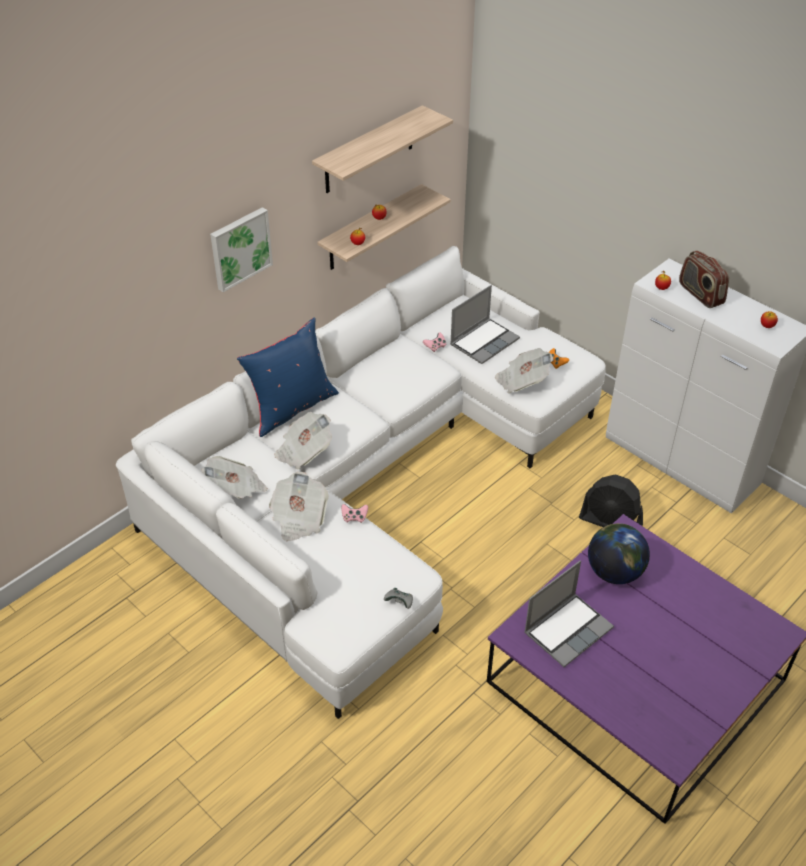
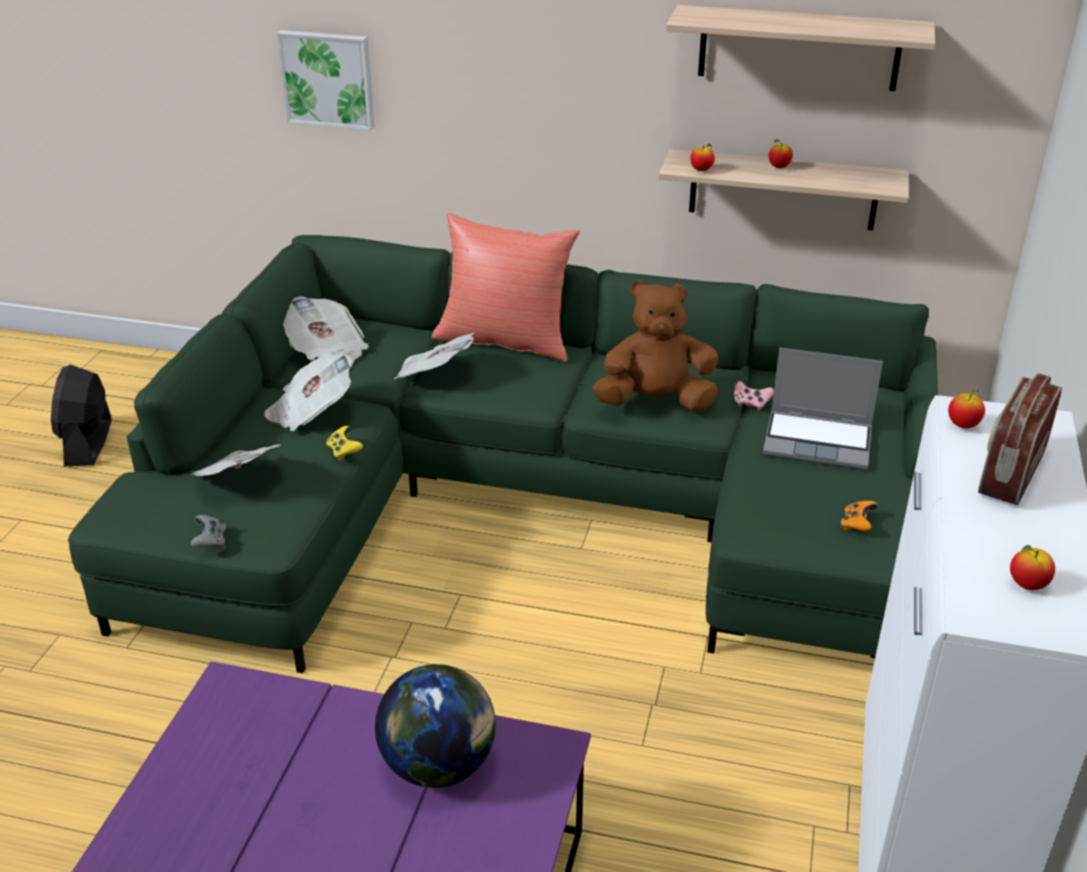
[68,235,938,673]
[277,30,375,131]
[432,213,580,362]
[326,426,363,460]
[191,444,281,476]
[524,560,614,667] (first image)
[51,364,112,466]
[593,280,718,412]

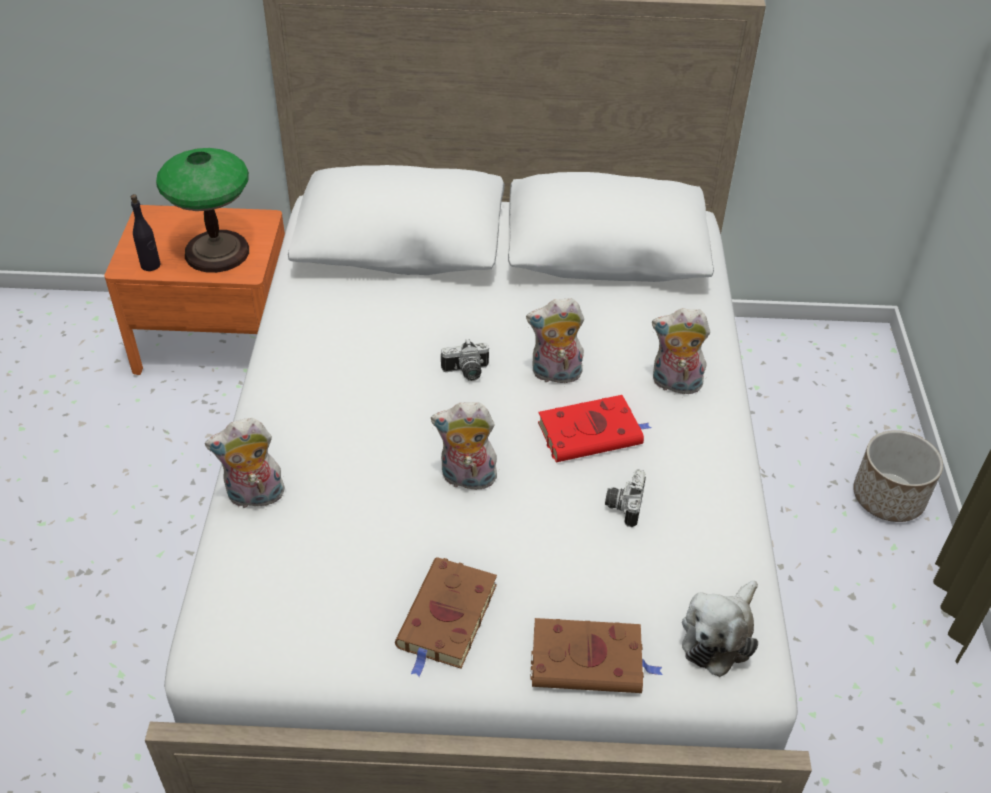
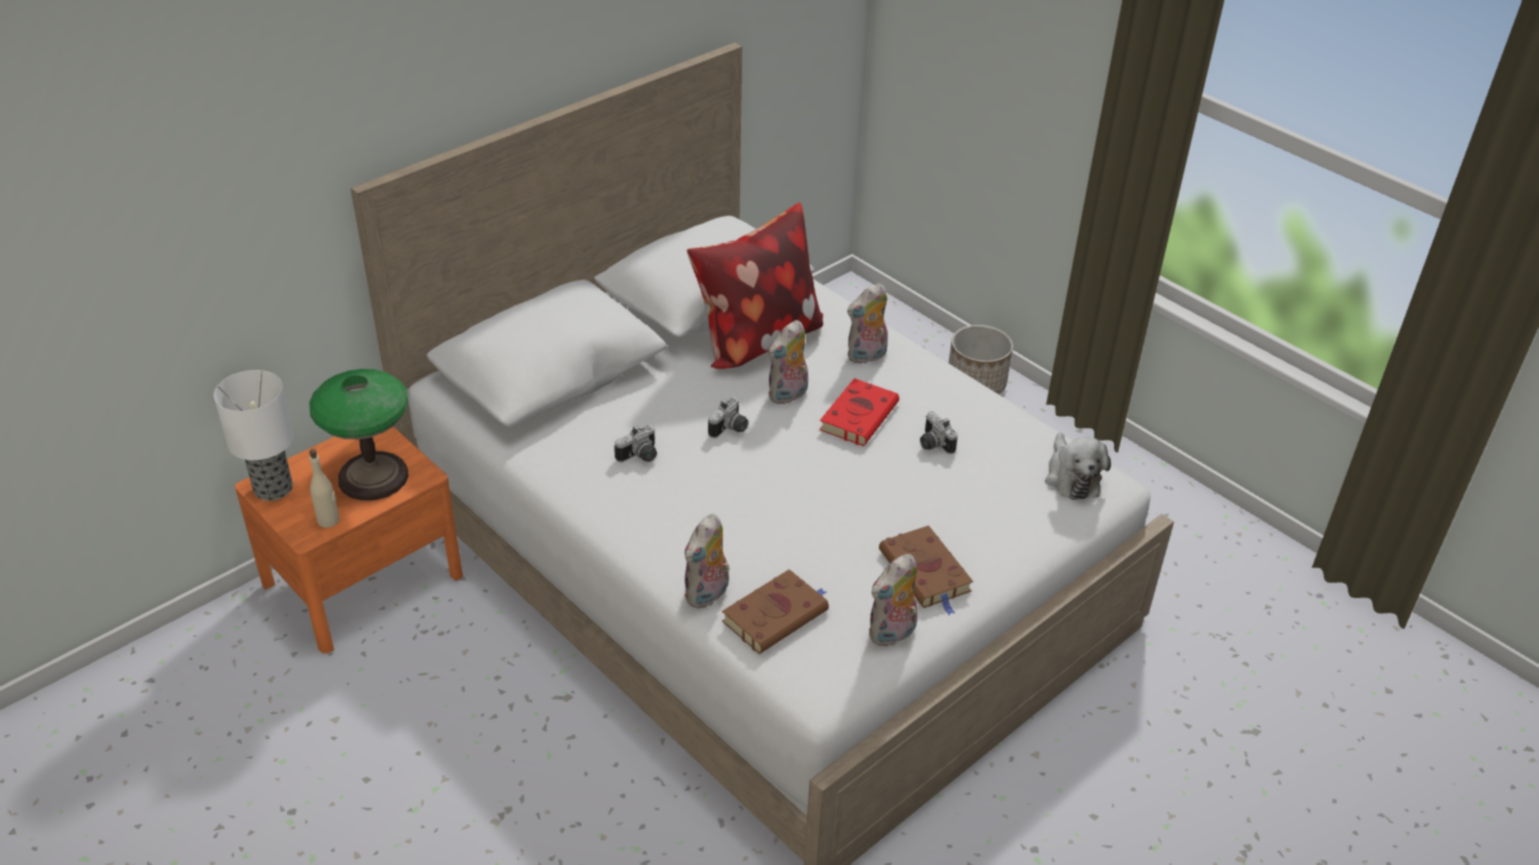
[309,449,339,528]
[869,554,918,646]
[722,569,829,654]
[214,370,294,501]
[614,425,657,462]
[687,202,823,369]

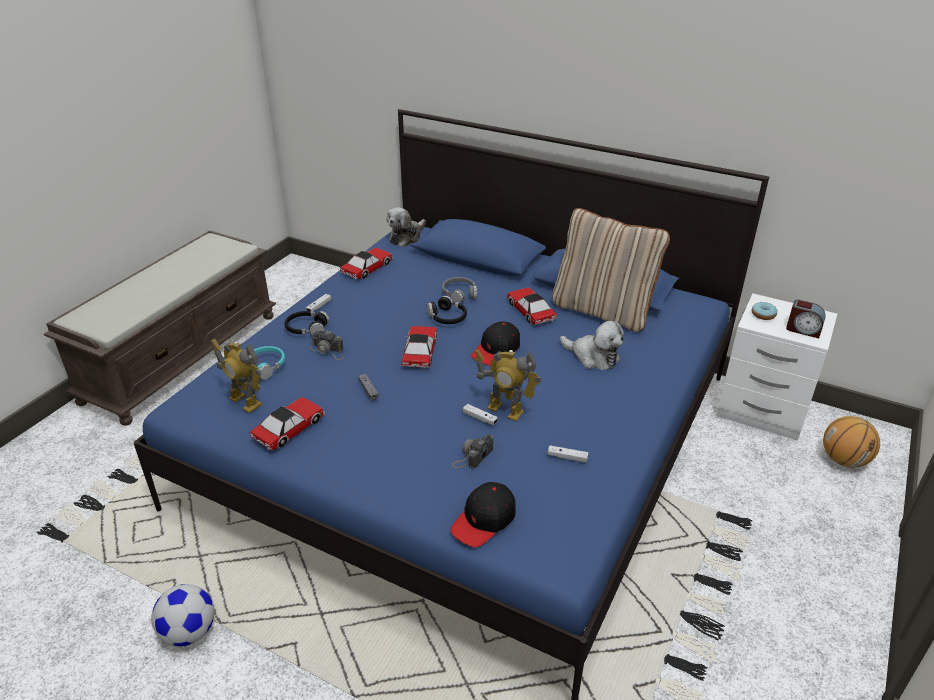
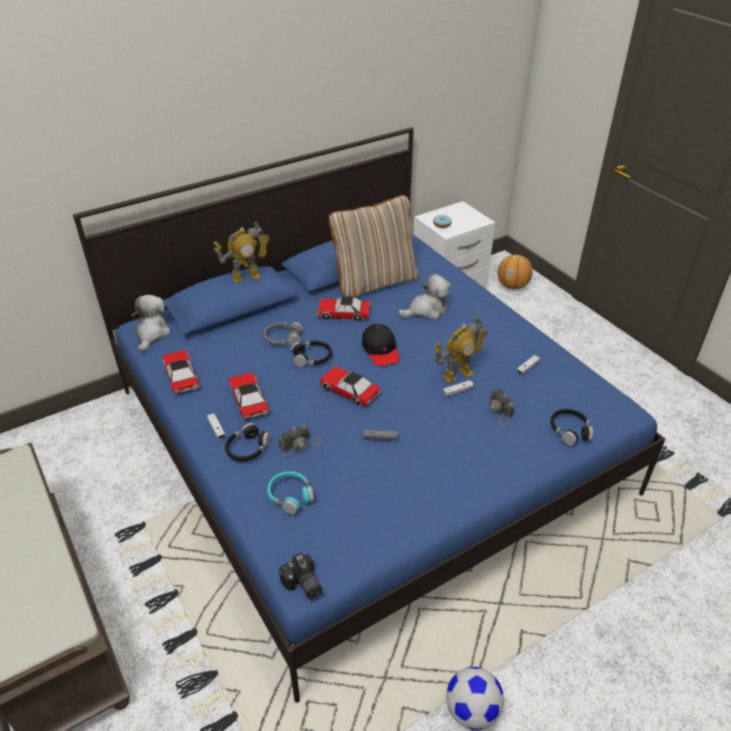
[213,221,270,283]
[229,372,270,420]
[131,295,171,352]
[550,409,593,446]
[786,300,826,338] (first image)
[279,552,322,599]

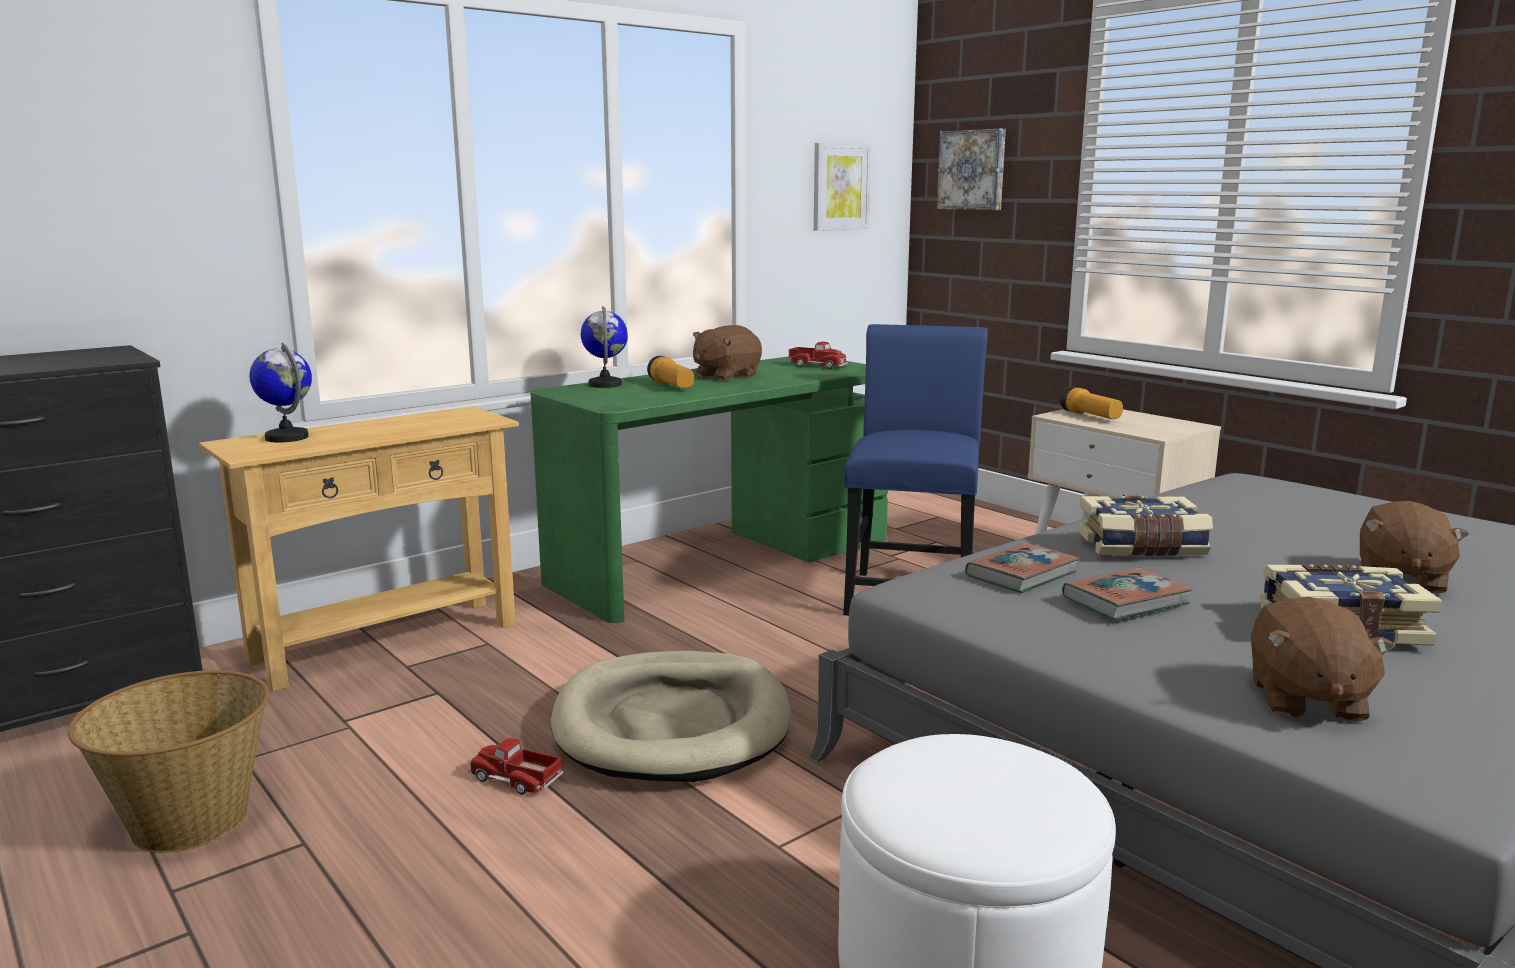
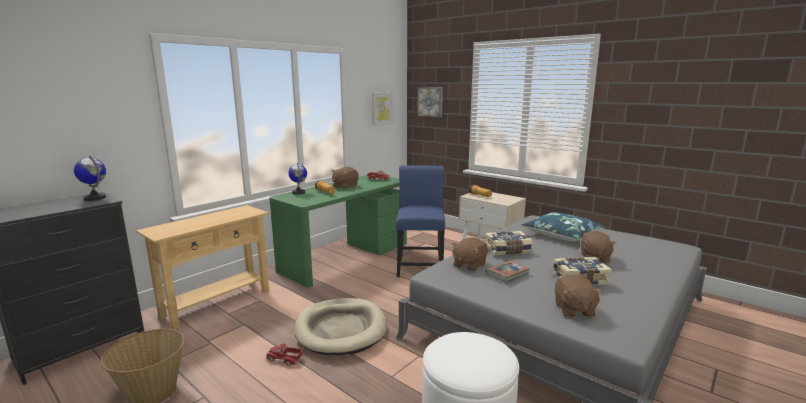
[74,155,106,201]
[452,237,488,271]
[521,212,605,242]

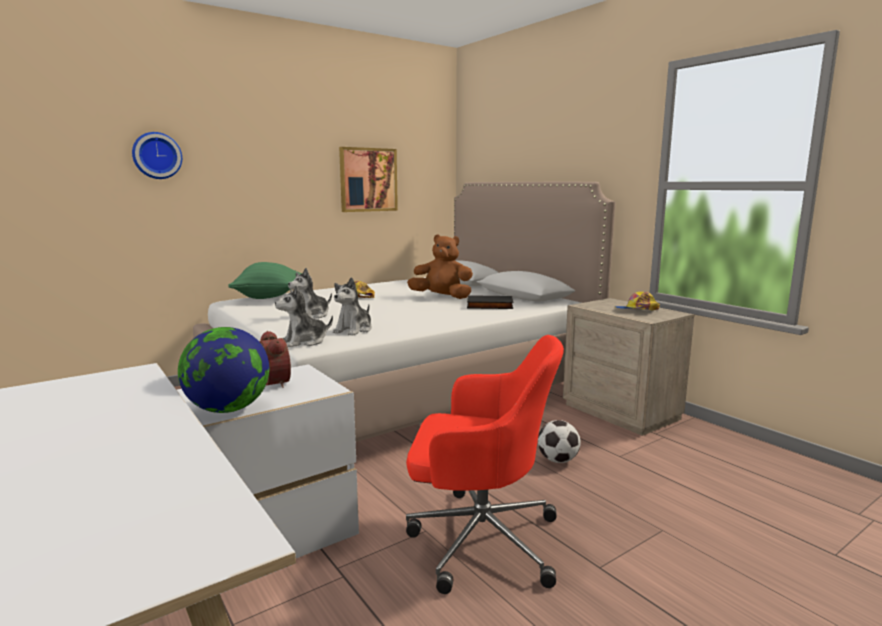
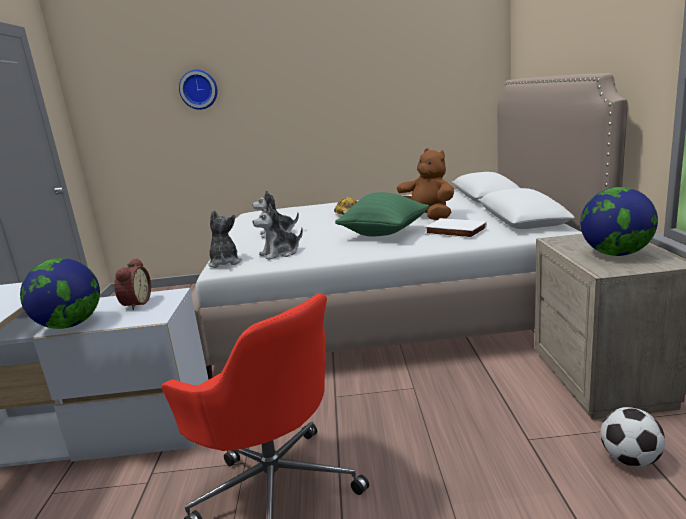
[335,192,429,237]
[208,210,242,268]
[339,147,398,212] (first image)
[425,218,487,238]
[601,407,665,467]
[580,187,658,256]

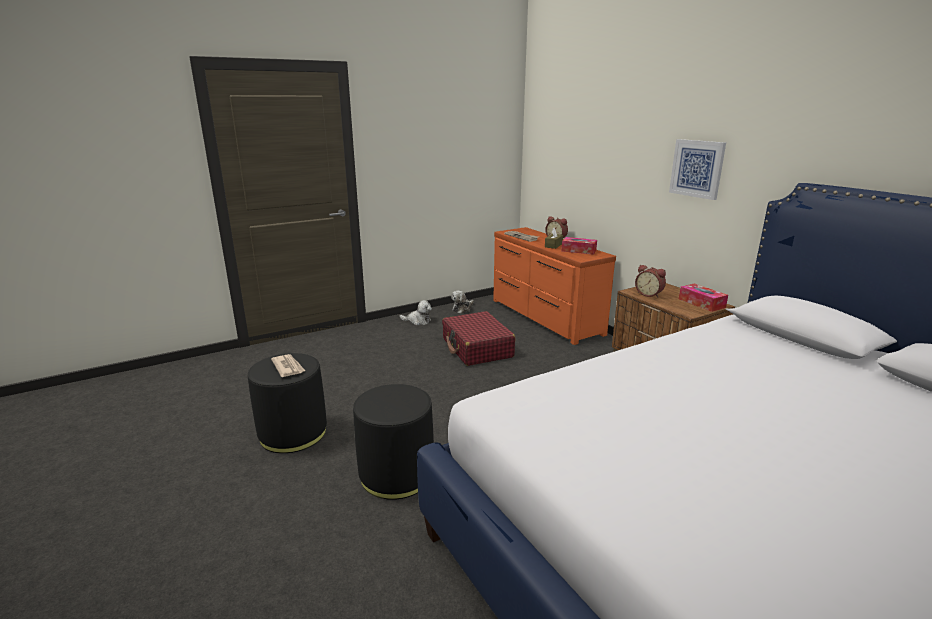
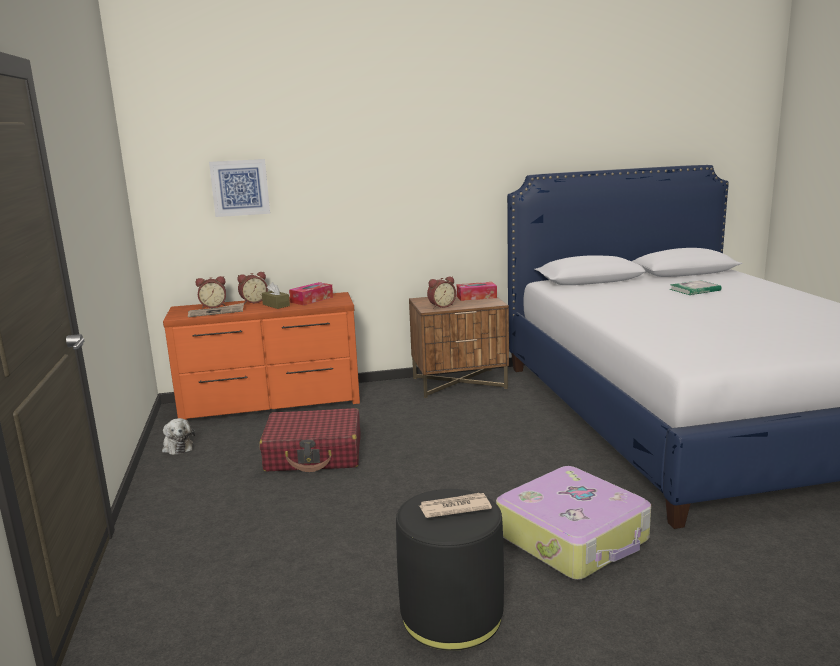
[496,466,651,580]
[400,300,432,325] (first image)
[209,159,270,217]
[196,276,226,308]
[670,280,721,295]

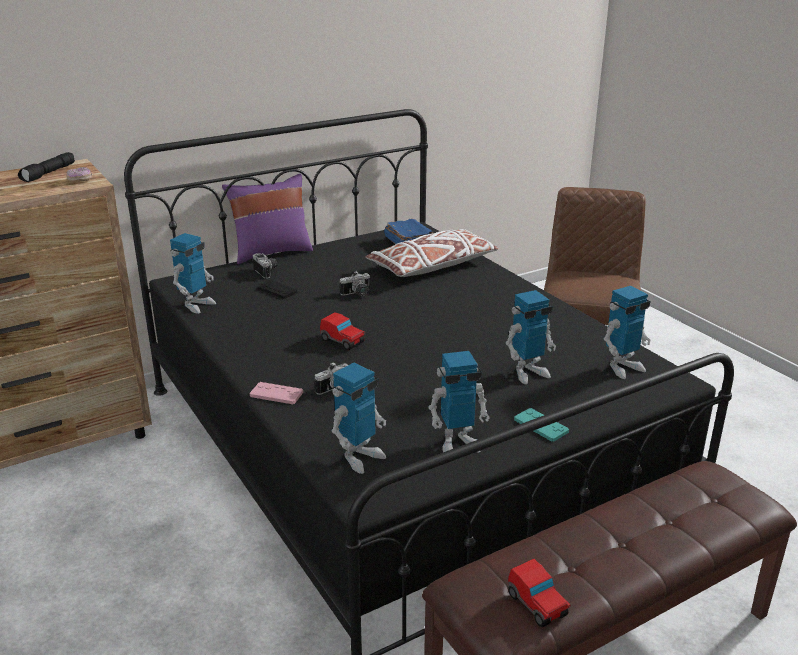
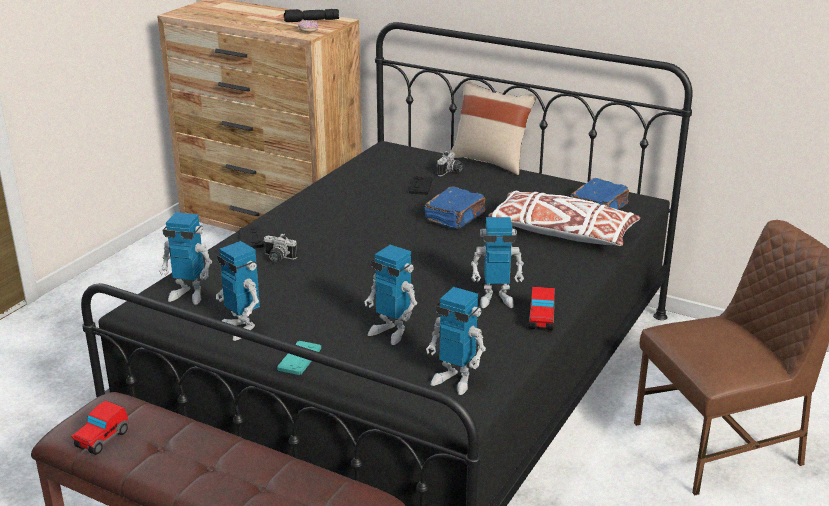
[471,217,524,308]
[450,81,537,175]
[239,226,264,248]
[528,287,555,330]
[424,187,485,229]

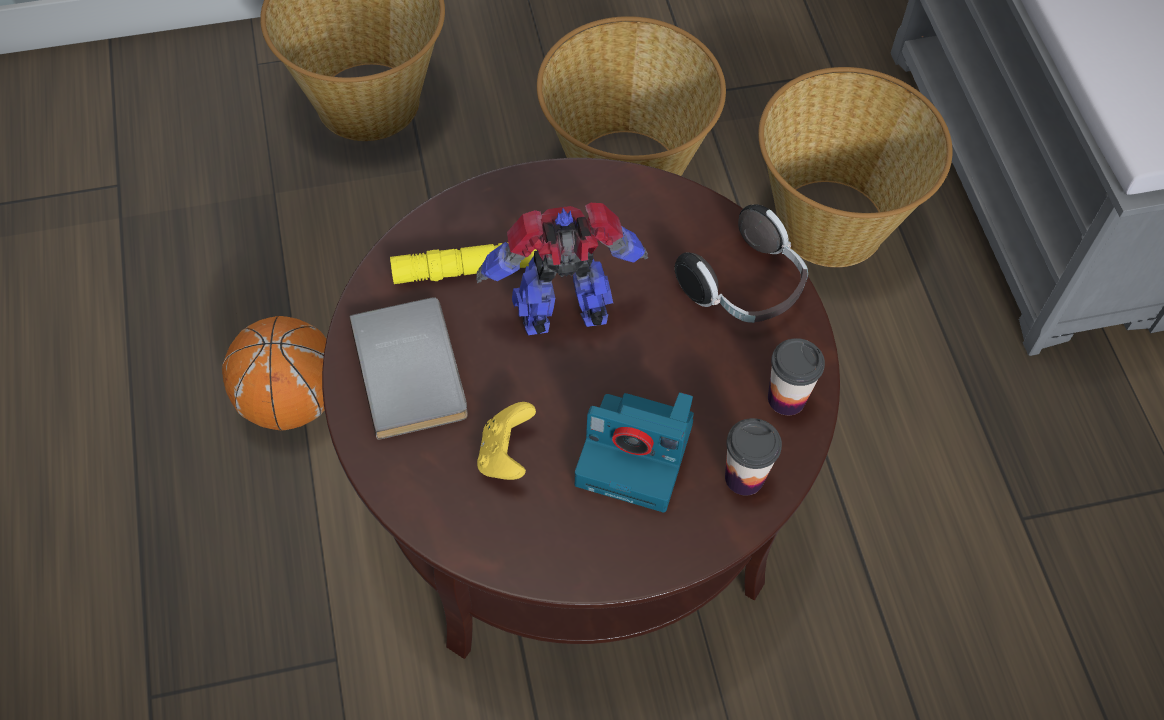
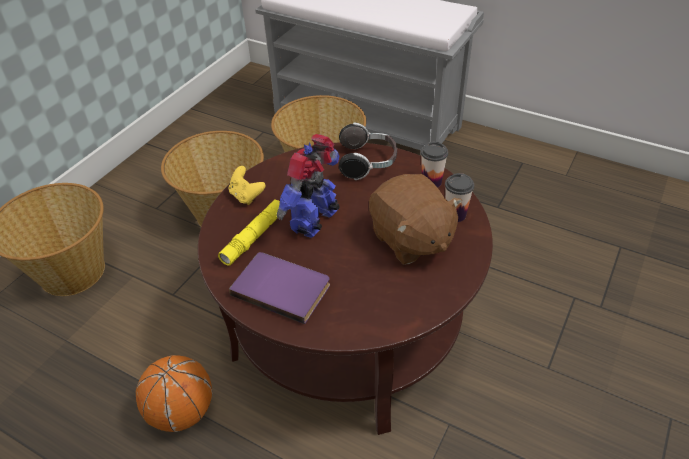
[229,252,330,324]
[229,166,266,205]
[369,174,462,265]

